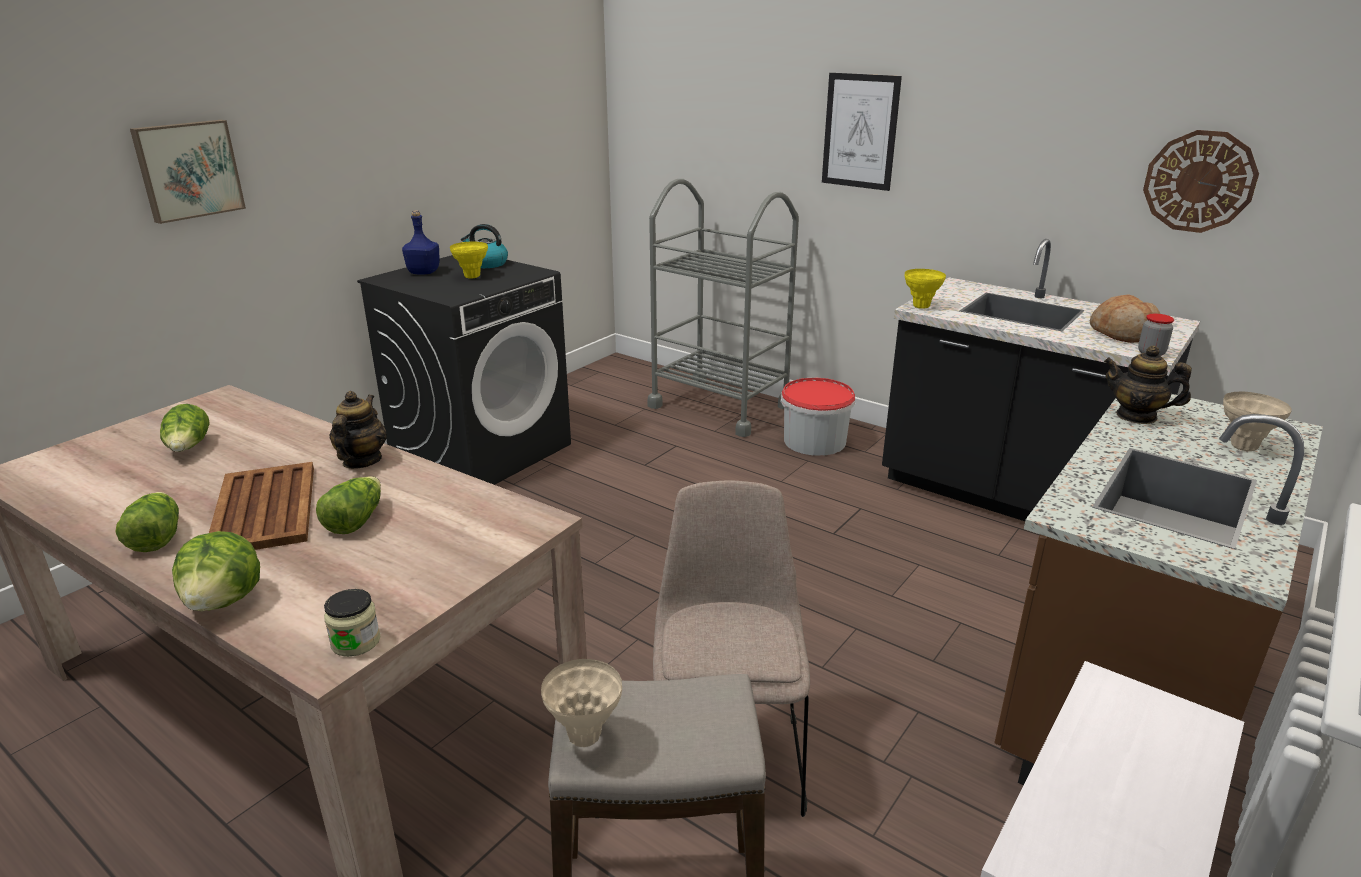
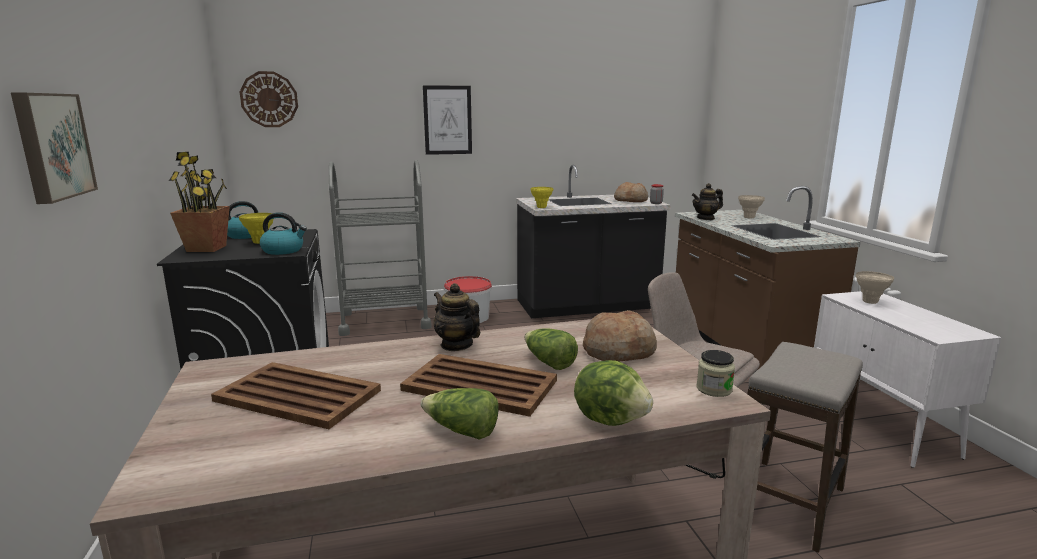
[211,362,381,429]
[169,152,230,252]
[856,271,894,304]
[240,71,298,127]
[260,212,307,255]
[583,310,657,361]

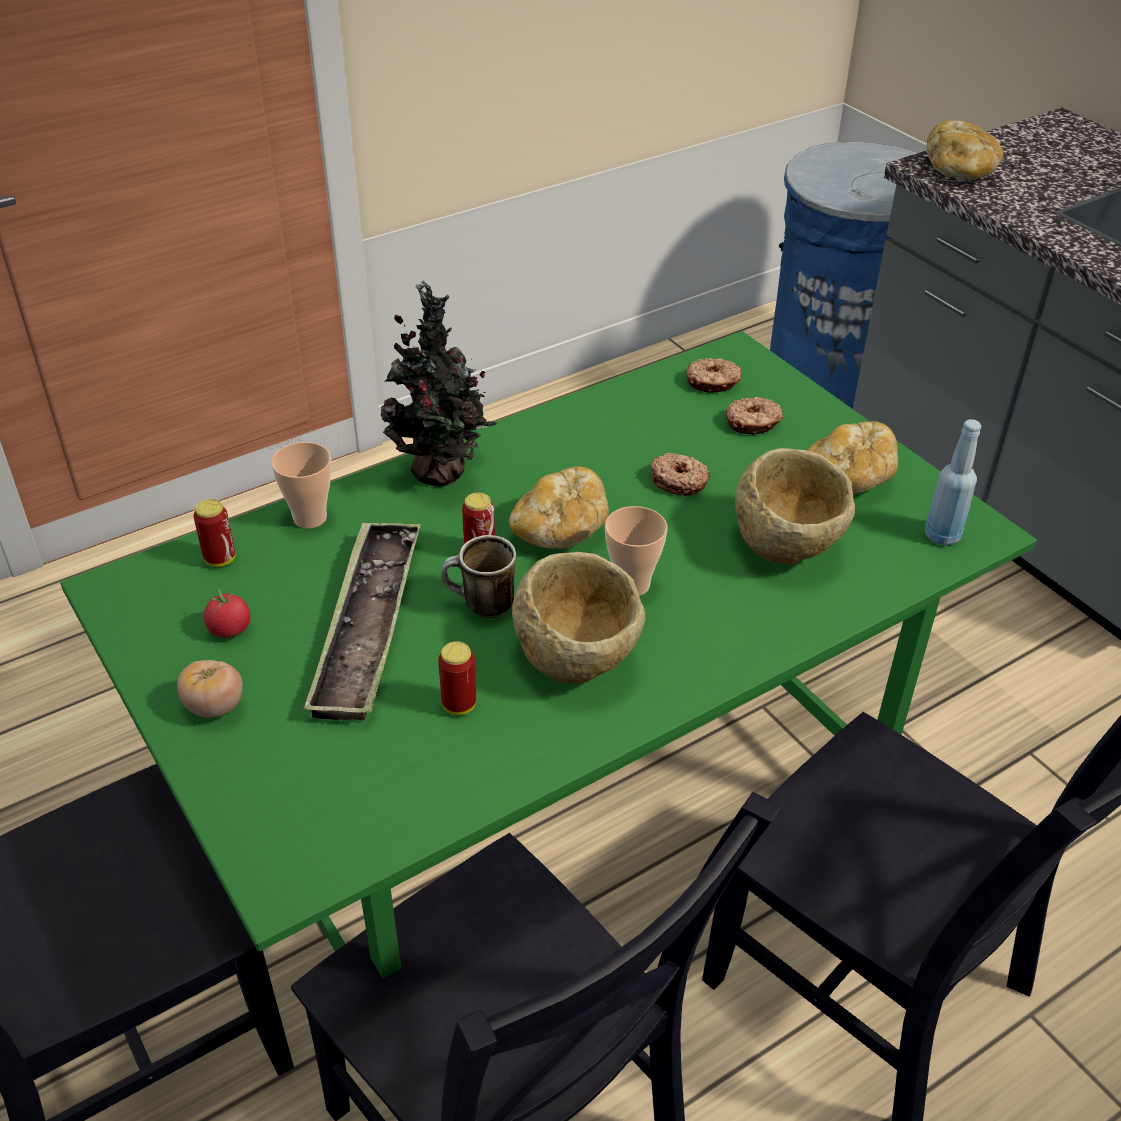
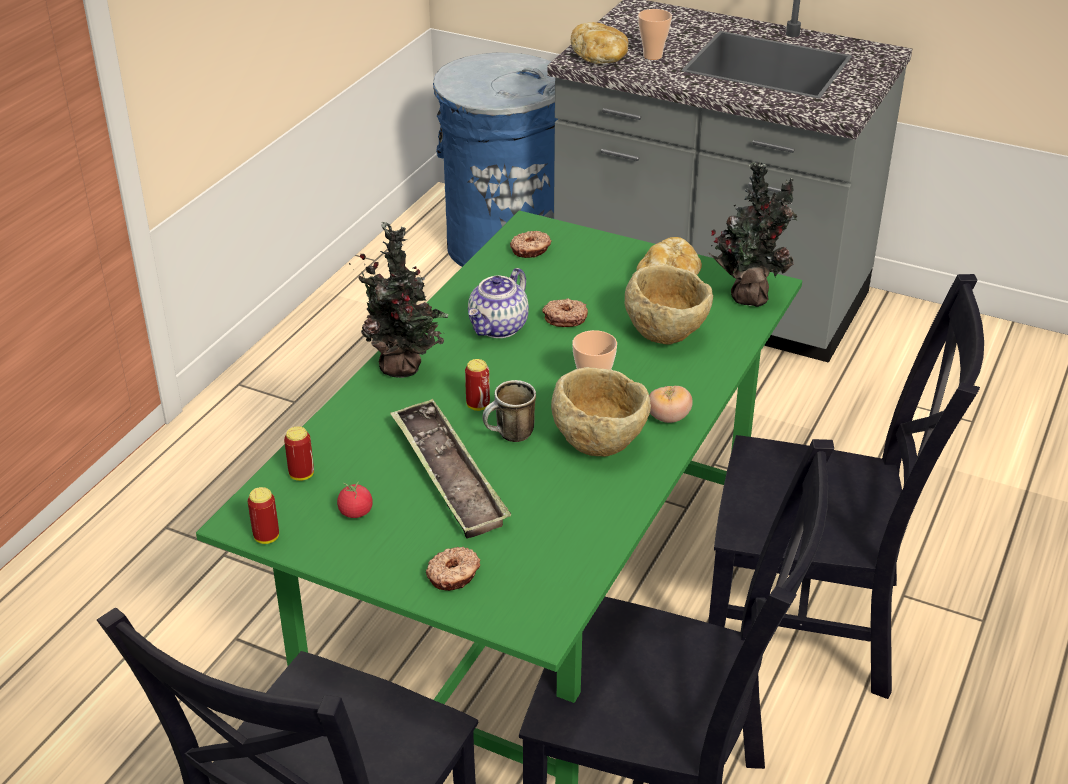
[649,385,693,423]
[638,9,672,60]
[248,487,279,544]
[509,466,609,549] (first image)
[426,547,480,591]
[708,161,797,307]
[468,268,529,338]

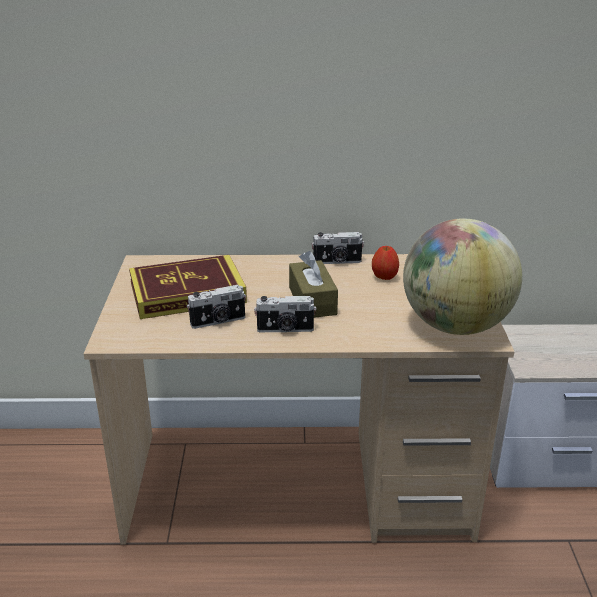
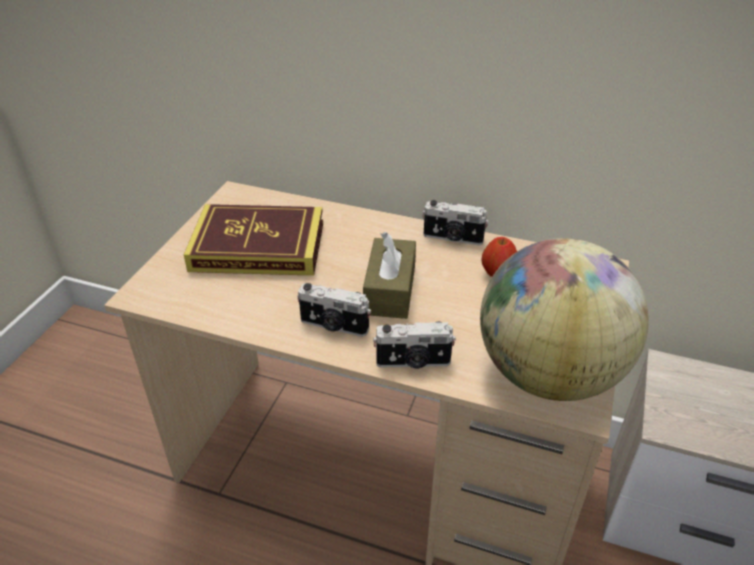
[373,322,456,369]

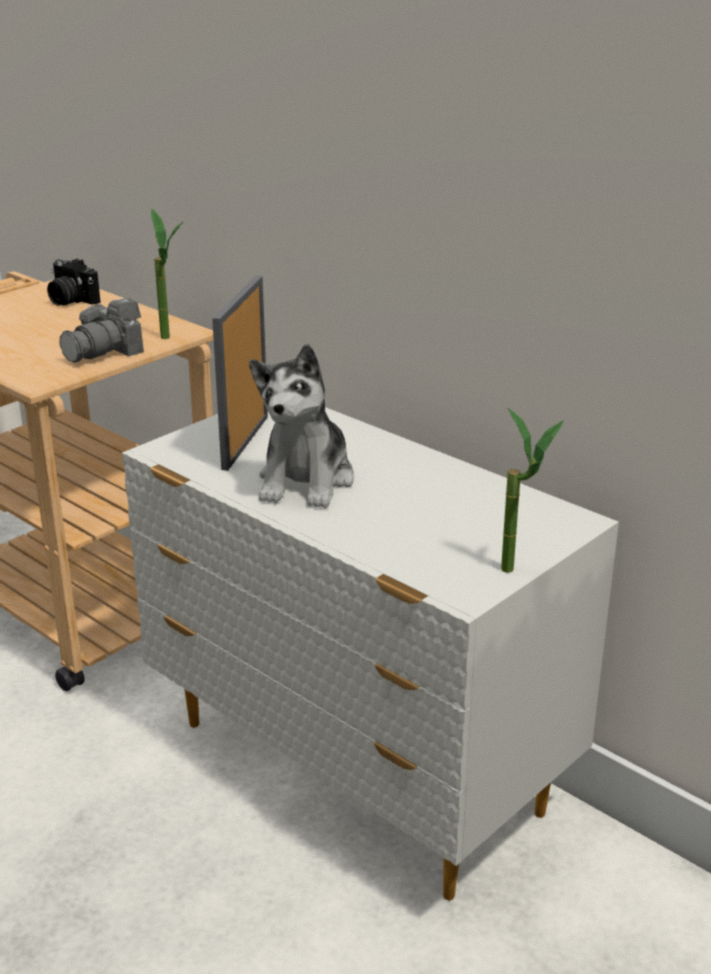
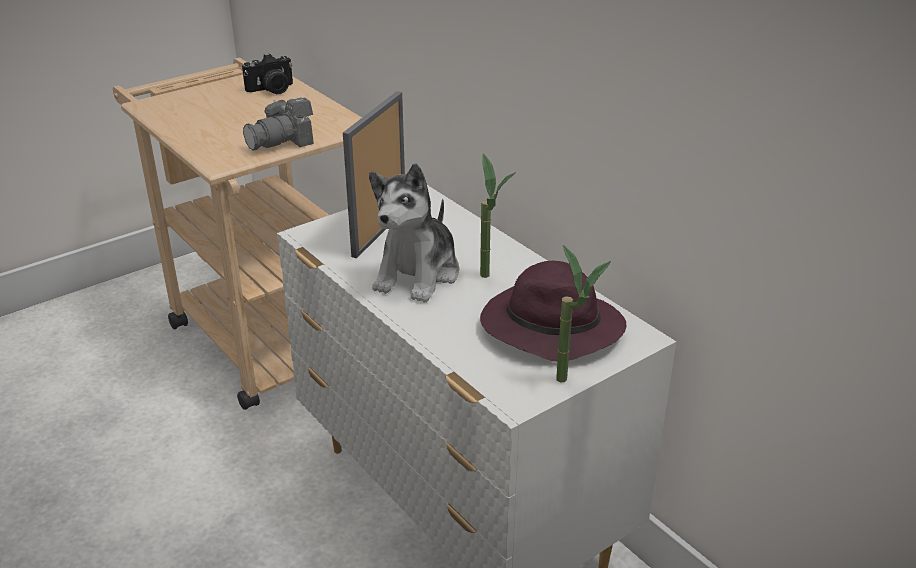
[242,54,293,94]
[480,153,516,278]
[480,261,626,362]

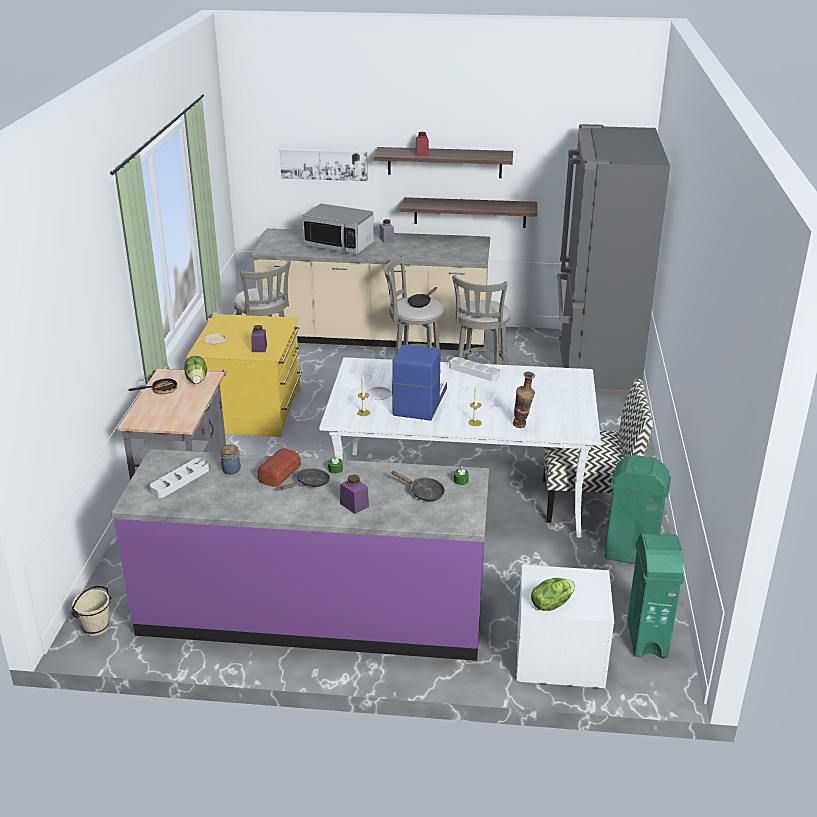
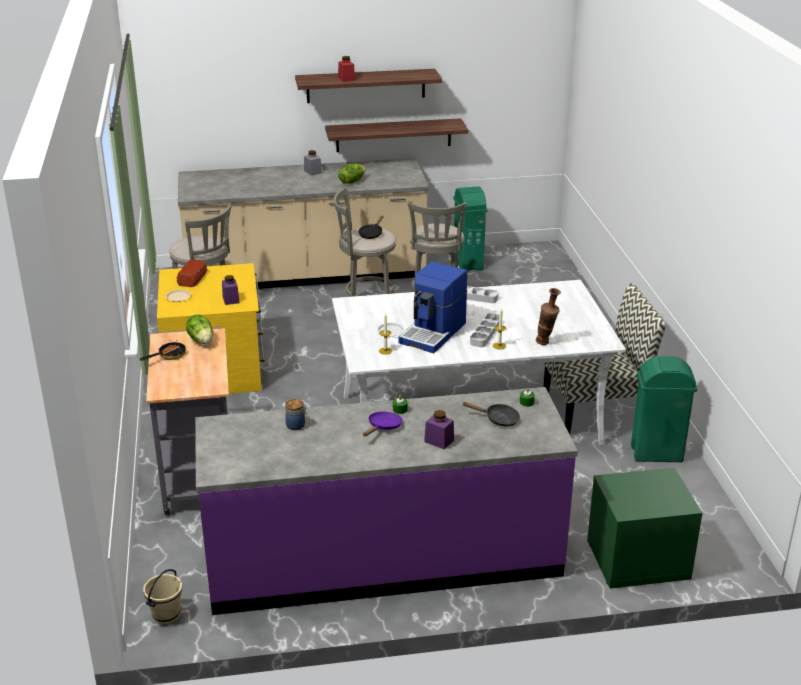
[470,313,500,347]
[177,259,207,287]
[280,149,368,181] (first image)
[363,412,403,436]
[303,203,374,255] (first image)
[398,261,467,353]
[587,468,703,589]
[338,163,365,184]
[557,124,670,395] (first image)
[454,186,487,272]

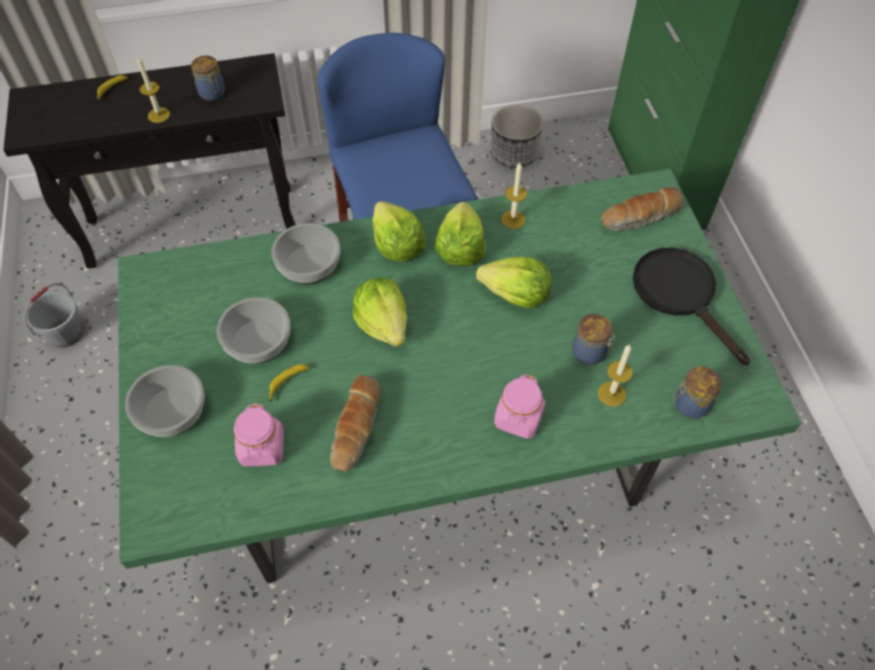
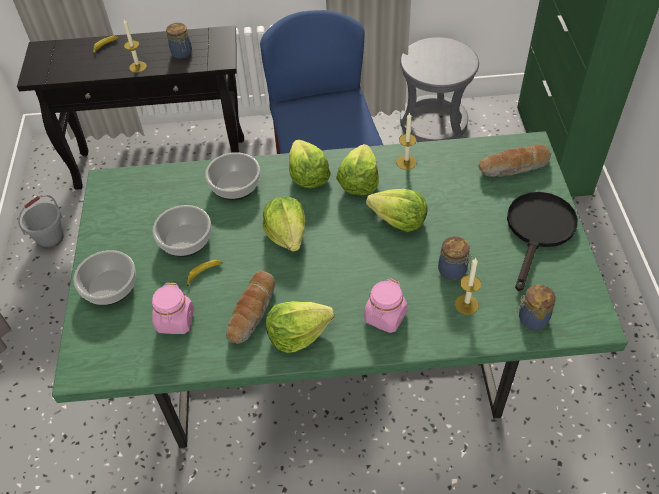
[400,37,479,142]
[507,192,578,291]
[266,301,335,353]

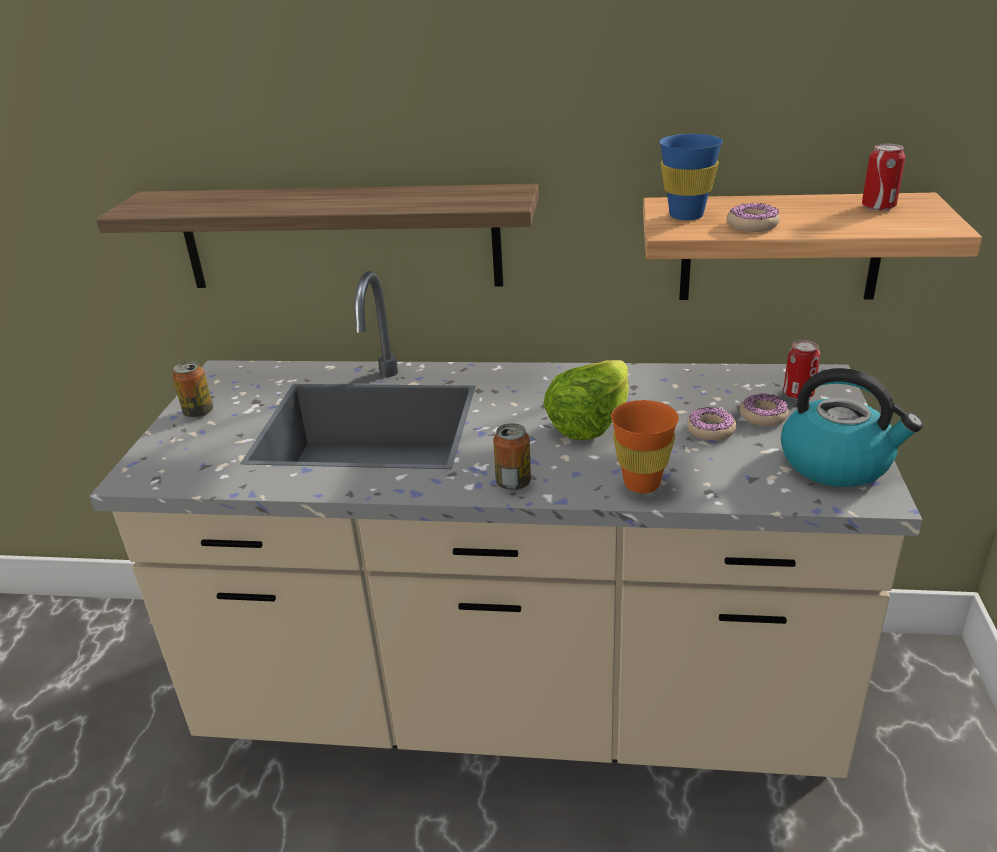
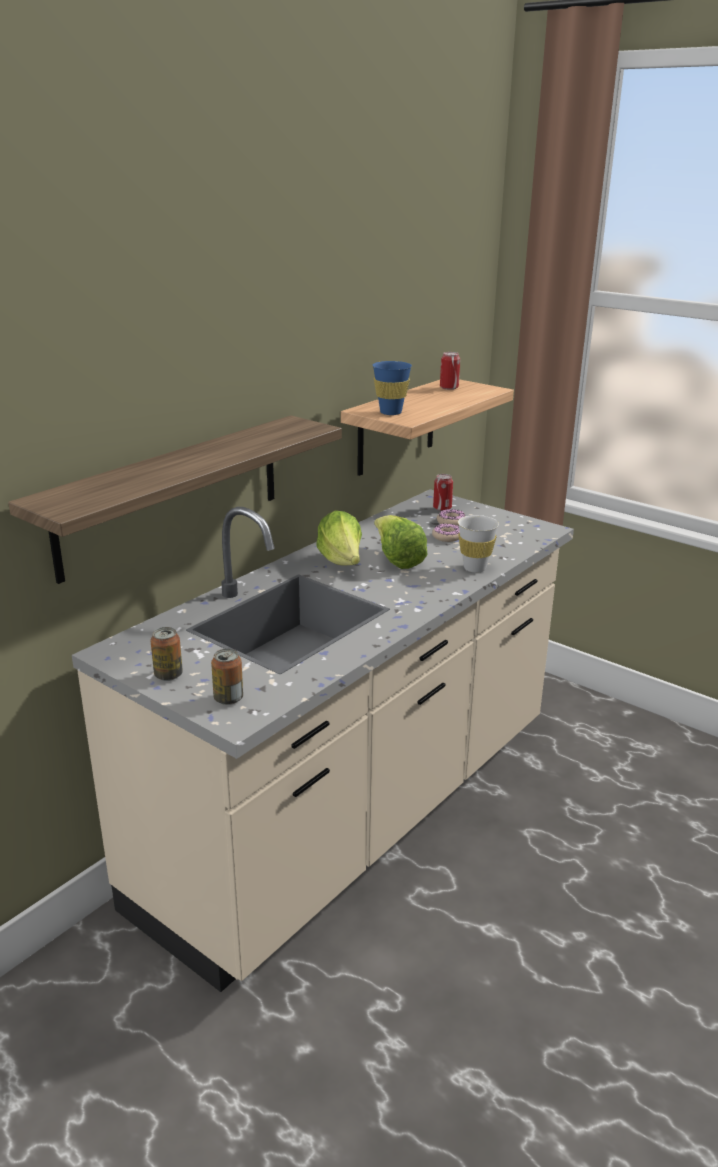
[211,649,243,705]
[458,515,499,573]
[727,203,780,232] (first image)
[781,368,923,487] (first image)
[317,510,362,566]

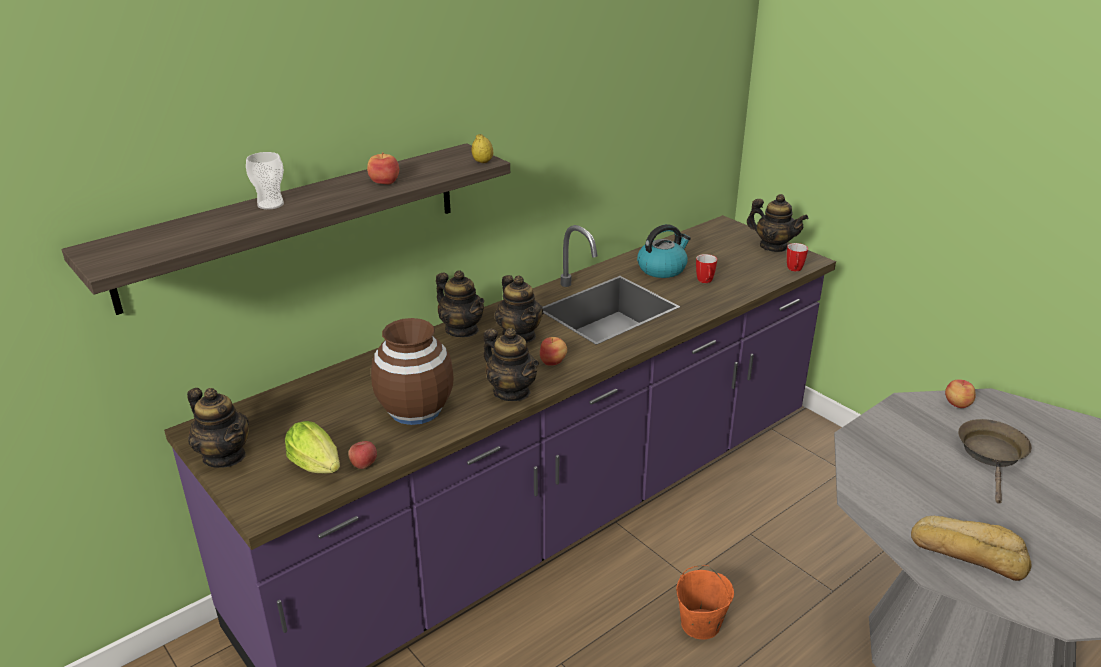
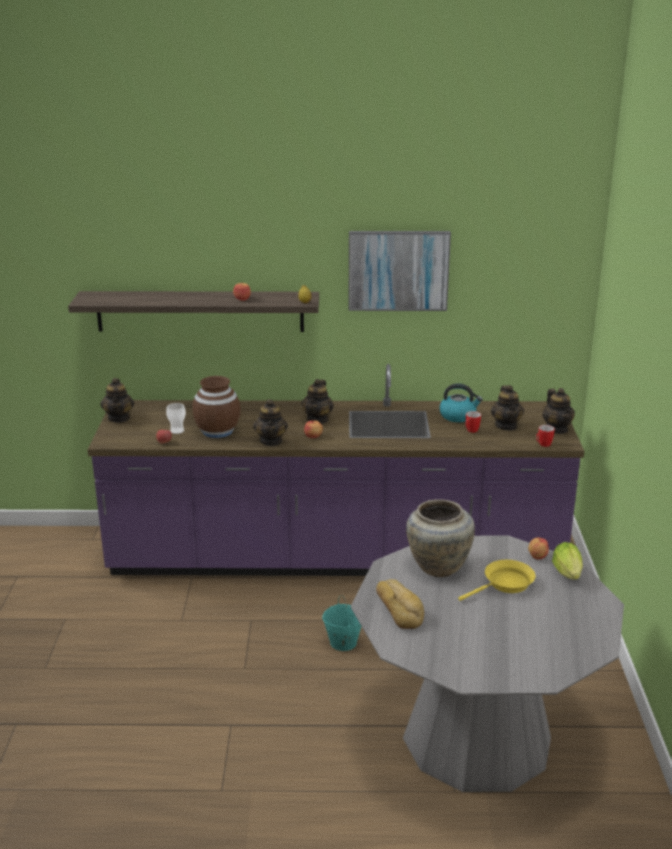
[166,403,186,434]
[552,542,583,579]
[491,385,524,430]
[322,595,362,651]
[458,560,536,601]
[348,231,451,311]
[406,499,475,577]

